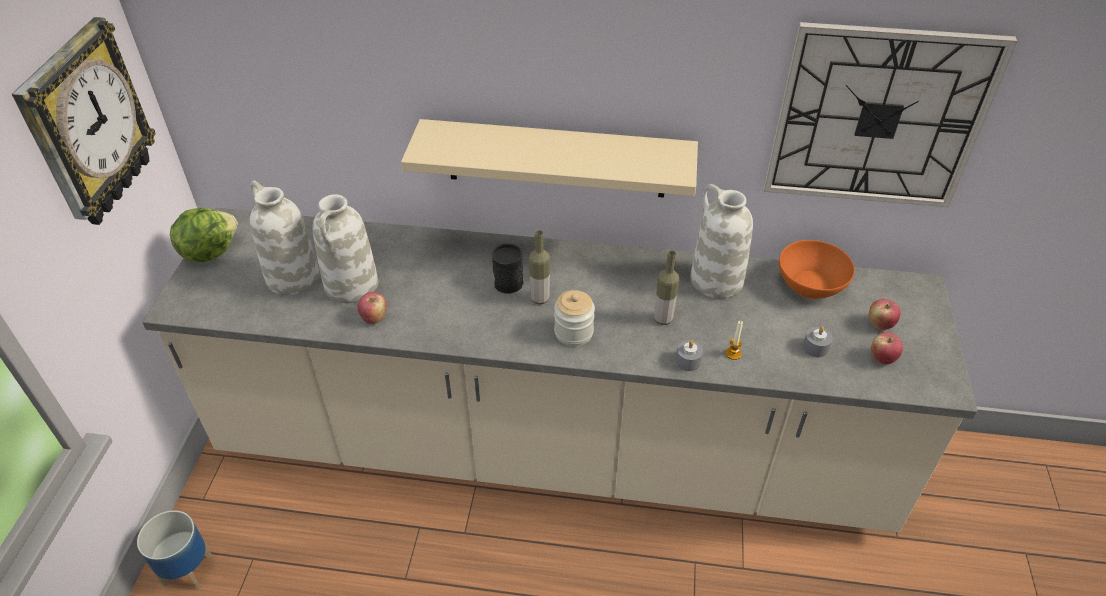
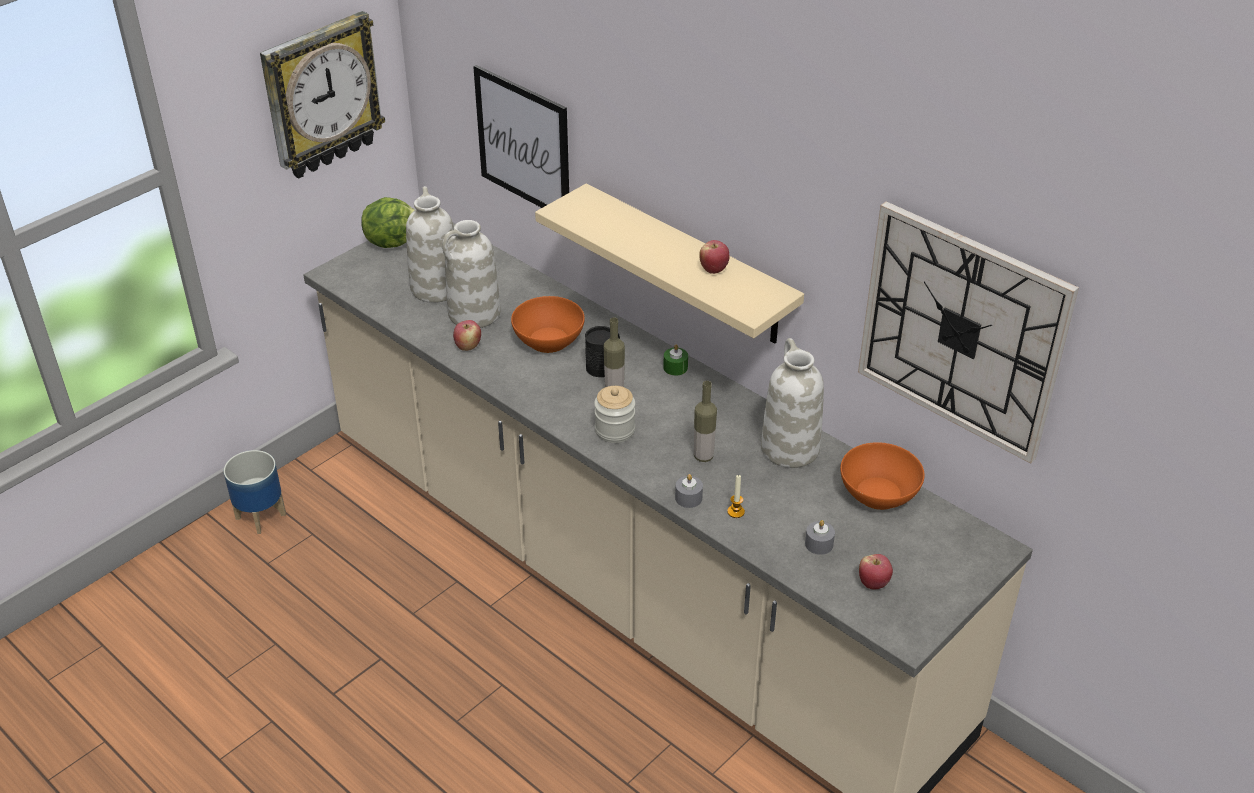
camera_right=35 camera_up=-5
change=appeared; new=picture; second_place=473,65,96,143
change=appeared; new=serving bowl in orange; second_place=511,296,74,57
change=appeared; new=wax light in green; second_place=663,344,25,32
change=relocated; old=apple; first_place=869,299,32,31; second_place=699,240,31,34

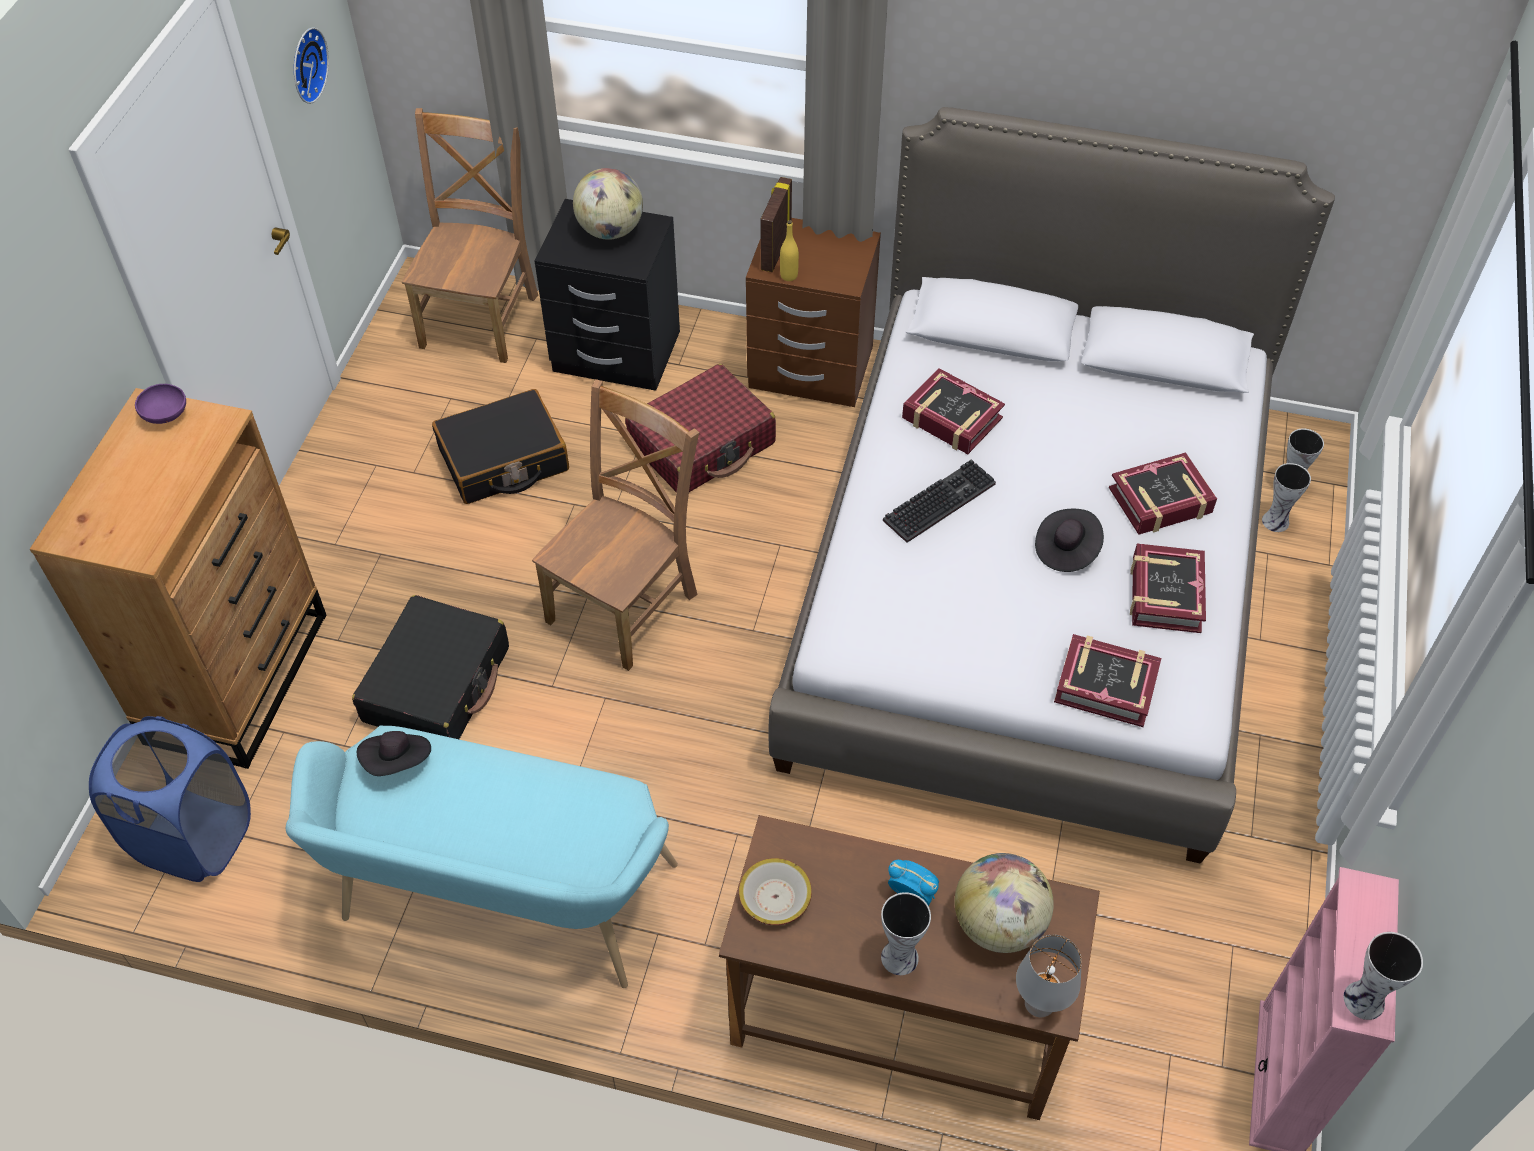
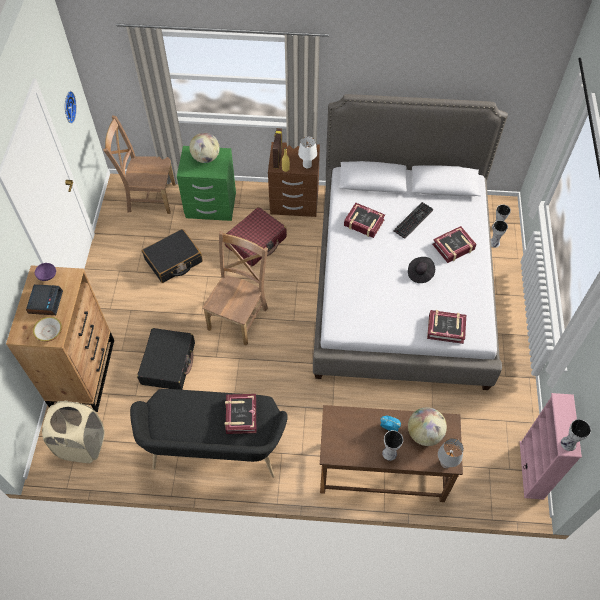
camera_right=-10 camera_up=5
change=appeared; new=bedside clock; second_place=26,284,37,31
change=relocated; old=serving bowl; first_place=739,858,73,67; second_place=33,316,29,26
change=colour; old=hamper in blue-coloured; new=hamper in beige; first_place=89,716,162,166; second_place=42,400,63,63
change=spun; old=plain chair in brown; first_place=402,108,136,255; second_place=103,115,73,99; degrees=-90
change=colour; old=long seat in turquoise; new=long seat in black-coloured; first_place=286,725,392,263; second_place=130,389,158,89
change=colour; old=nightstand in black-coloured; new=nightstand in green; first_place=535,199,145,192; second_place=177,146,59,75
change=relocated; old=book; first_place=1130,543,76,90; second_place=225,394,32,40
change=appeared; new=table lamp in white-coloured; second_place=298,136,19,33
change=relocated; old=keyboard; first_place=883,459,113,84; second_place=393,202,40,37
change=missing; old=clothing hat in black-coloured; first_place=357,731,74,45

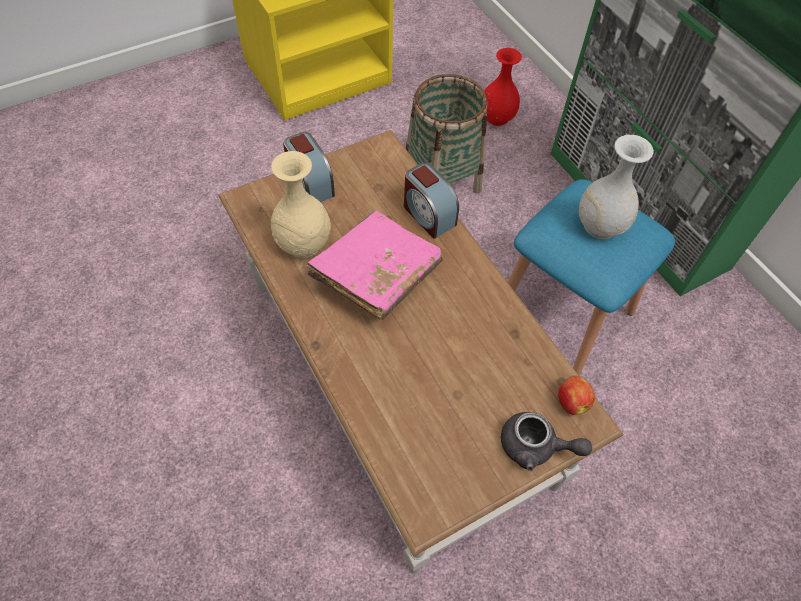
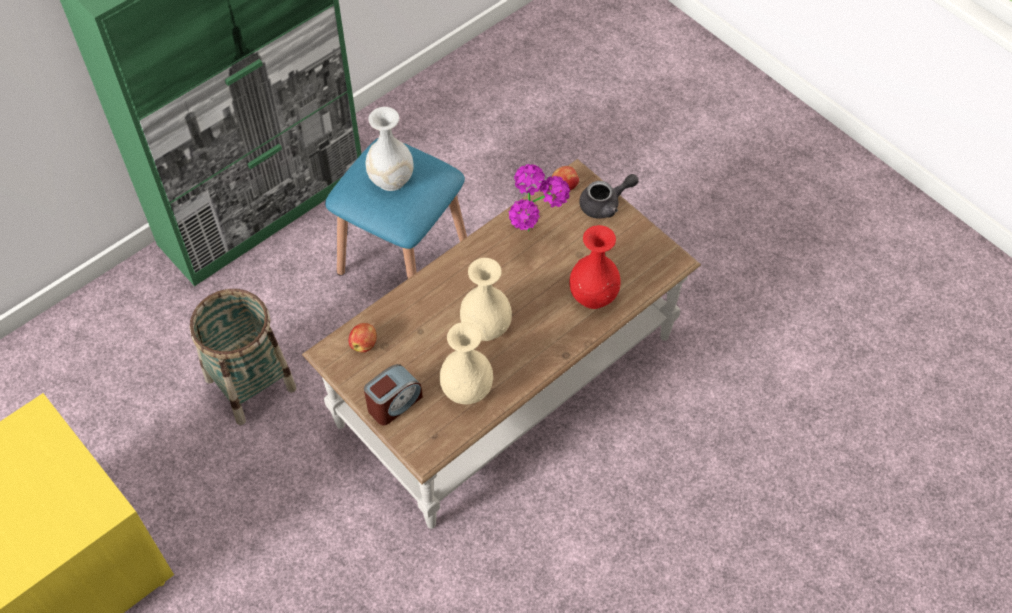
camera_right=-100 camera_up=0
change=appeared; new=apple; second_place=349,323,28,29
change=exchanged; old=book in pinkish; new=decorative vase in beige; first_place=306,211,137,109; second_place=460,258,52,83
change=appeared; new=potted plant; second_place=509,164,61,67
change=relocated; old=decorative vase in red-coloured; first_place=484,48,38,78; second_place=569,225,52,84
change=spun; old=tea pot in grey; first_place=501,412,91,59; second_place=579,174,60,45; degrees=60
change=missing; old=bedside clock; first_place=404,163,55,76

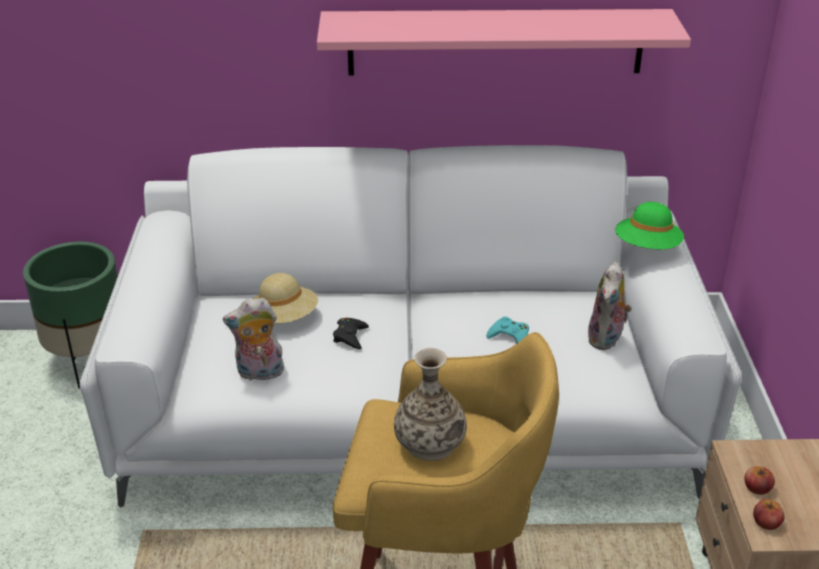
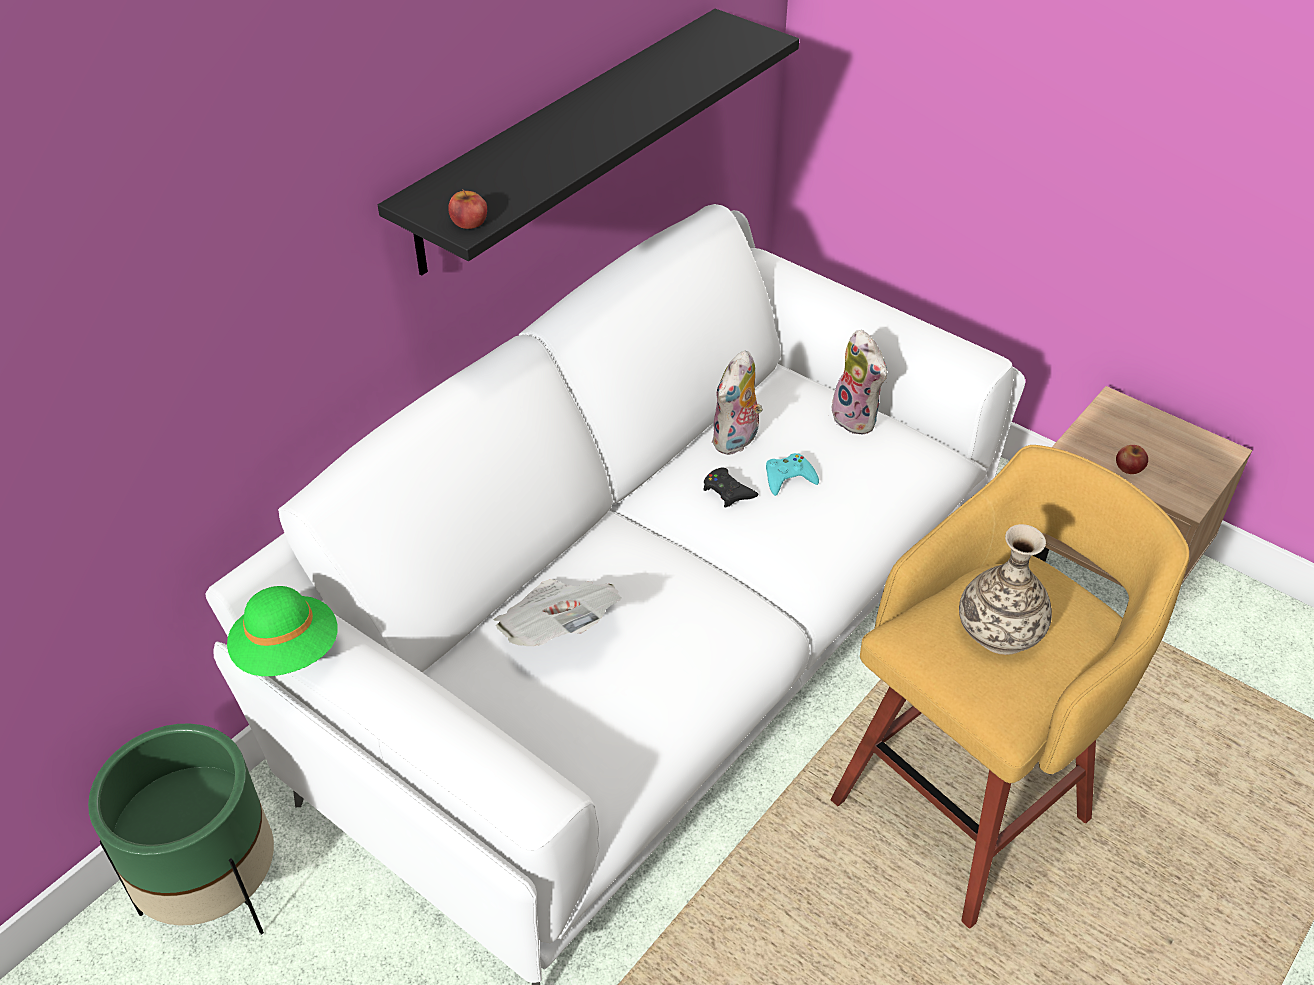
camera_right=-50 camera_up=10
change=relocated; old=clothing hat in green; first_place=615,202,69,47; second_place=227,586,111,90
change=colour; old=wall shelf in pinkish; new=wall shelf in black-coloured; first_place=317,9,374,66; second_place=378,9,421,267
change=relocated; old=apple; first_place=753,499,32,31; second_place=448,189,39,40
change=exchanged; old=clothing hat in beige; new=newspaper; first_place=253,273,65,50; second_place=494,579,128,67
change=relocated; old=gamepad in black-coloured; first_place=333,318,36,31; second_place=703,467,55,41
change=relocated; old=plush toy; first_place=223,298,63,83; second_place=711,350,52,105

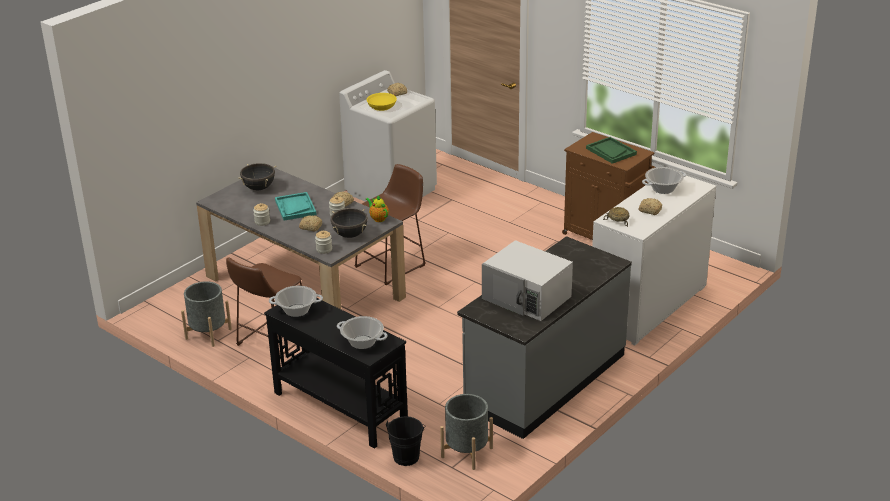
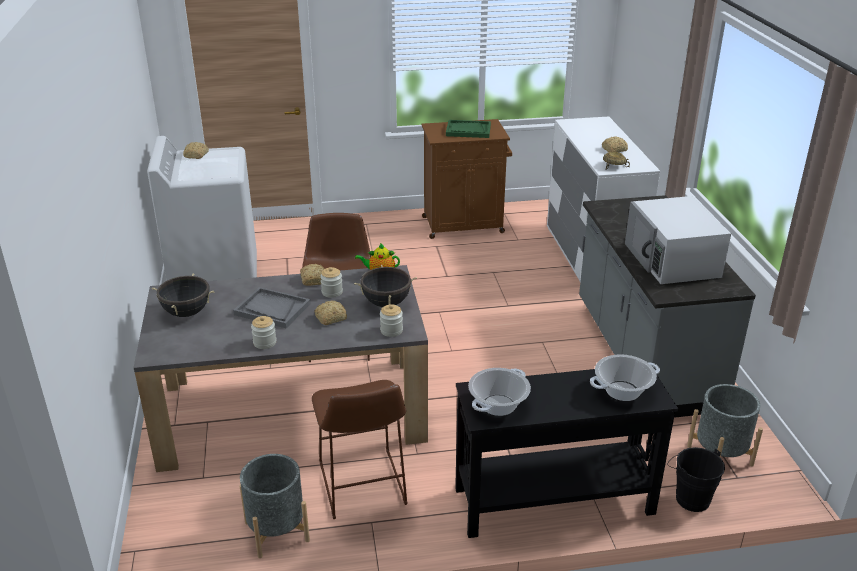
camera_right=-50 camera_up=0
change=colour; old=carrying tray in turquoise; new=carrying tray in grey; first_place=275,192,42,29; second_place=233,287,78,41
change=spun; old=microwave oven in white-coloured; first_place=482,240,91,81; second_place=625,196,106,88; degrees=90
change=missing; old=serving bowl in yellowish; first_place=366,93,31,18
change=missing; old=cooking pot; first_place=642,167,44,27

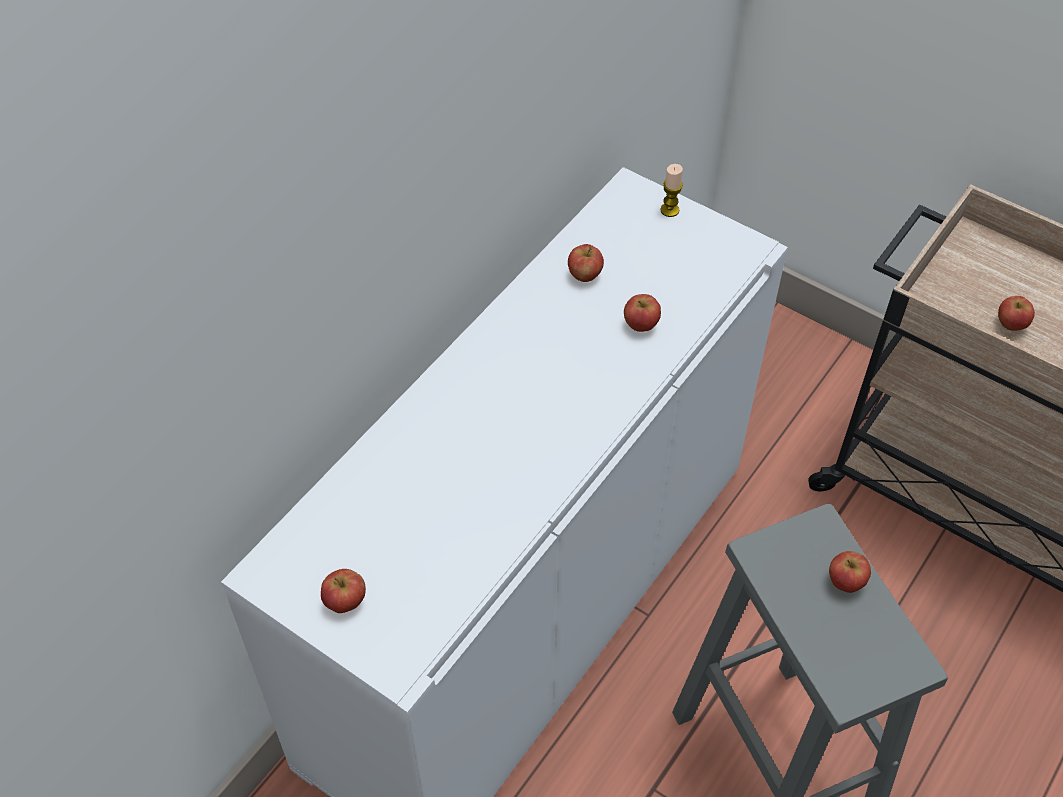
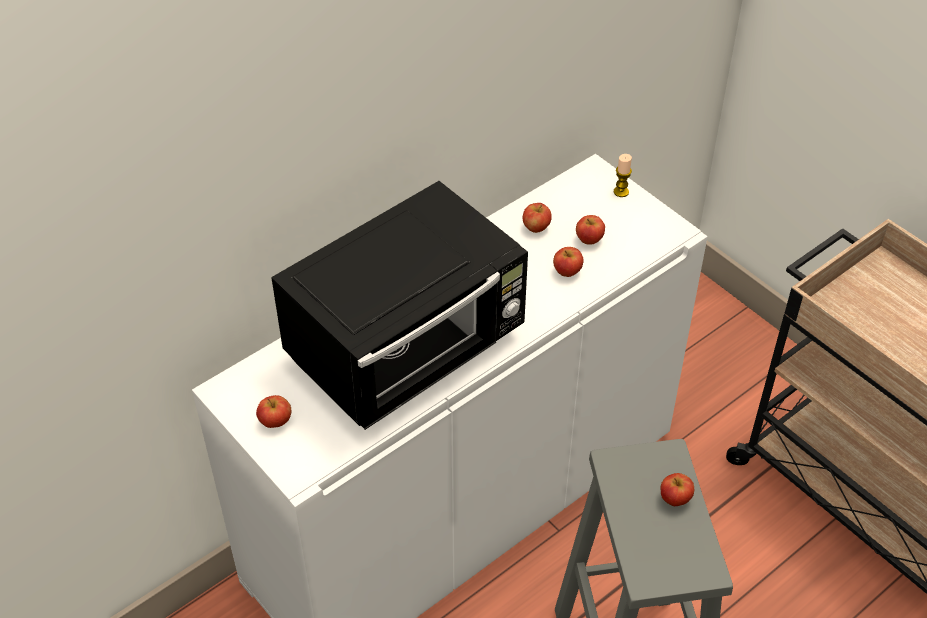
camera_right=15 camera_up=-5
change=appeared; new=microwave oven in black-coloured; second_place=271,181,257,249
change=relocated; old=apple; first_place=998,296,37,35; second_place=576,215,29,30

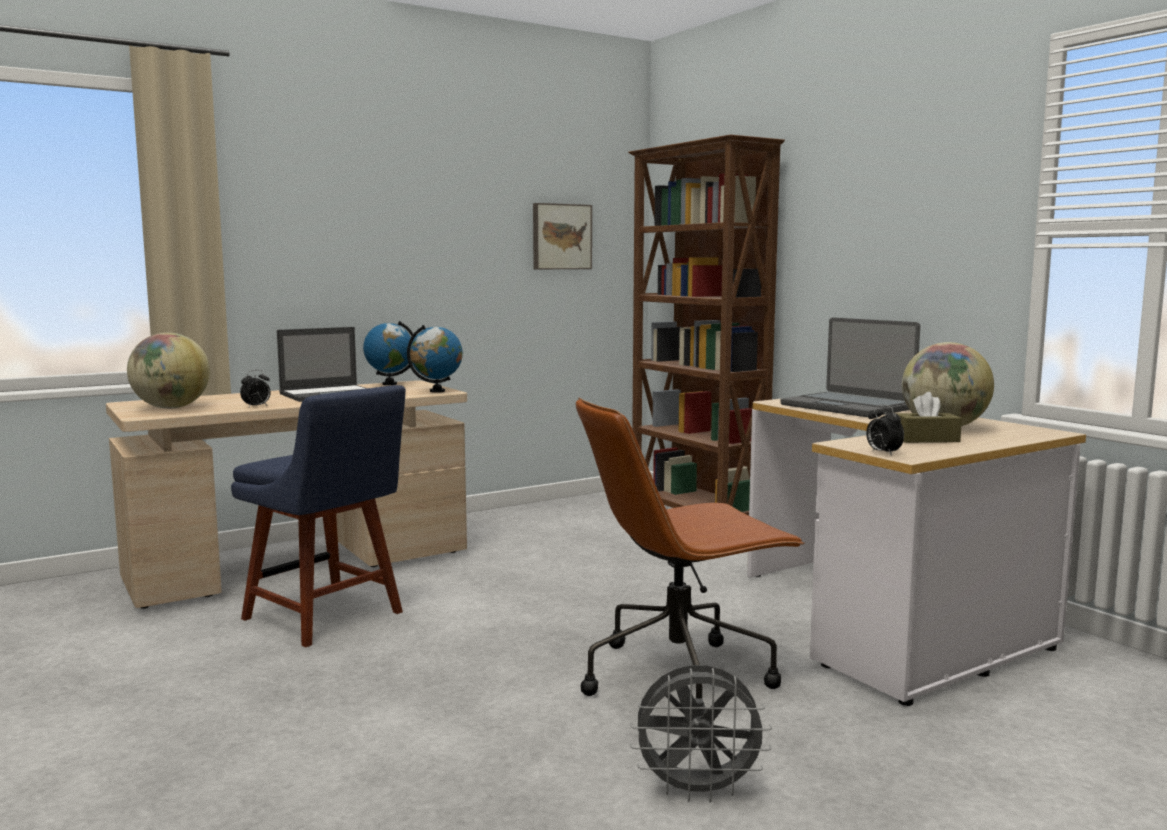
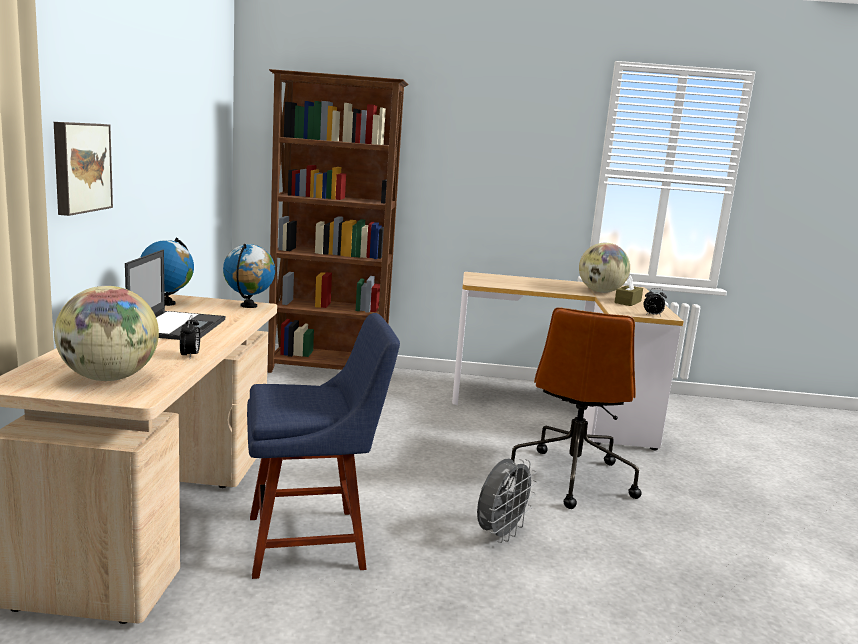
camera_right=-55 camera_up=5
change=relocated; old=picture; first_place=533,203,59,66; second_place=54,122,59,94
change=relocated; old=fan in grey; first_place=630,665,142,138; second_place=477,459,60,84
change=missing; old=portable computer; first_place=781,318,139,99

